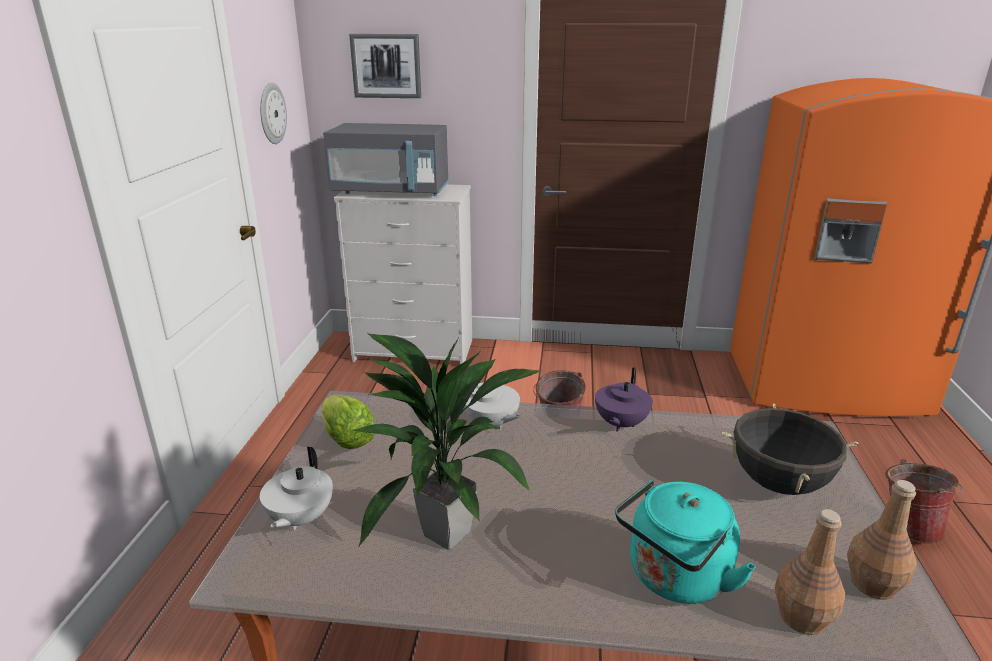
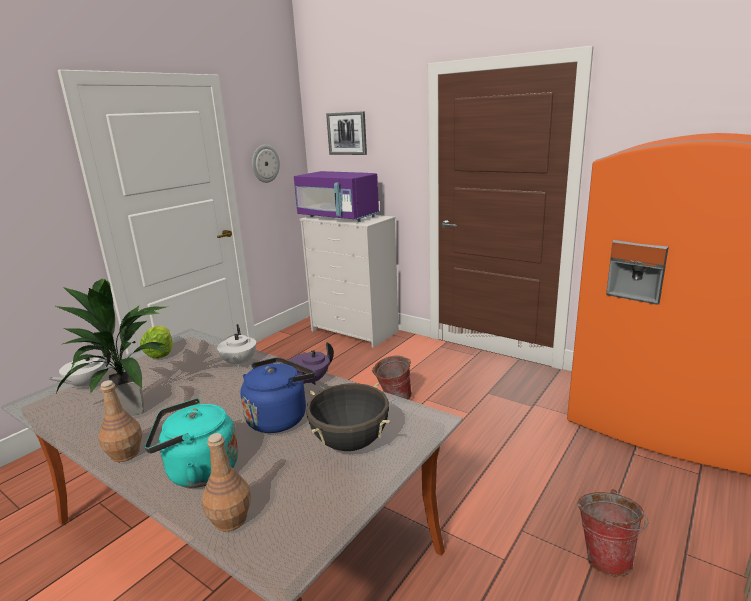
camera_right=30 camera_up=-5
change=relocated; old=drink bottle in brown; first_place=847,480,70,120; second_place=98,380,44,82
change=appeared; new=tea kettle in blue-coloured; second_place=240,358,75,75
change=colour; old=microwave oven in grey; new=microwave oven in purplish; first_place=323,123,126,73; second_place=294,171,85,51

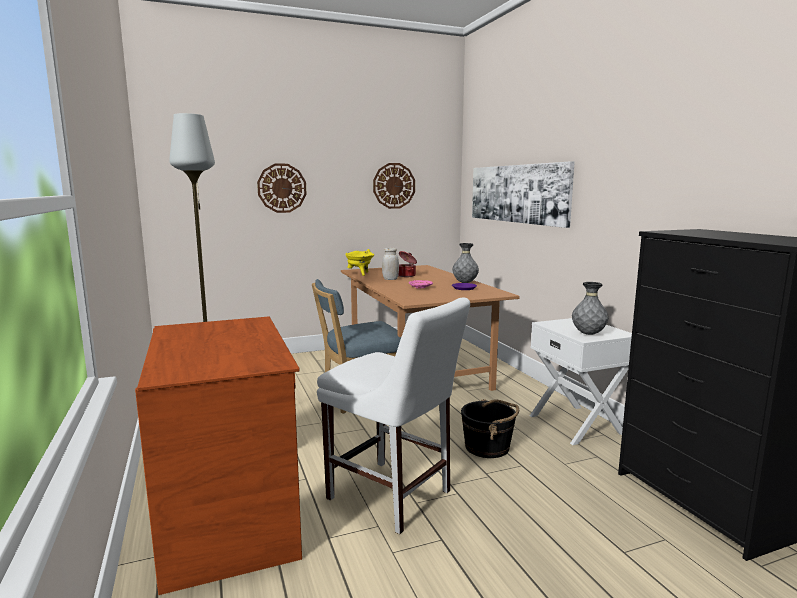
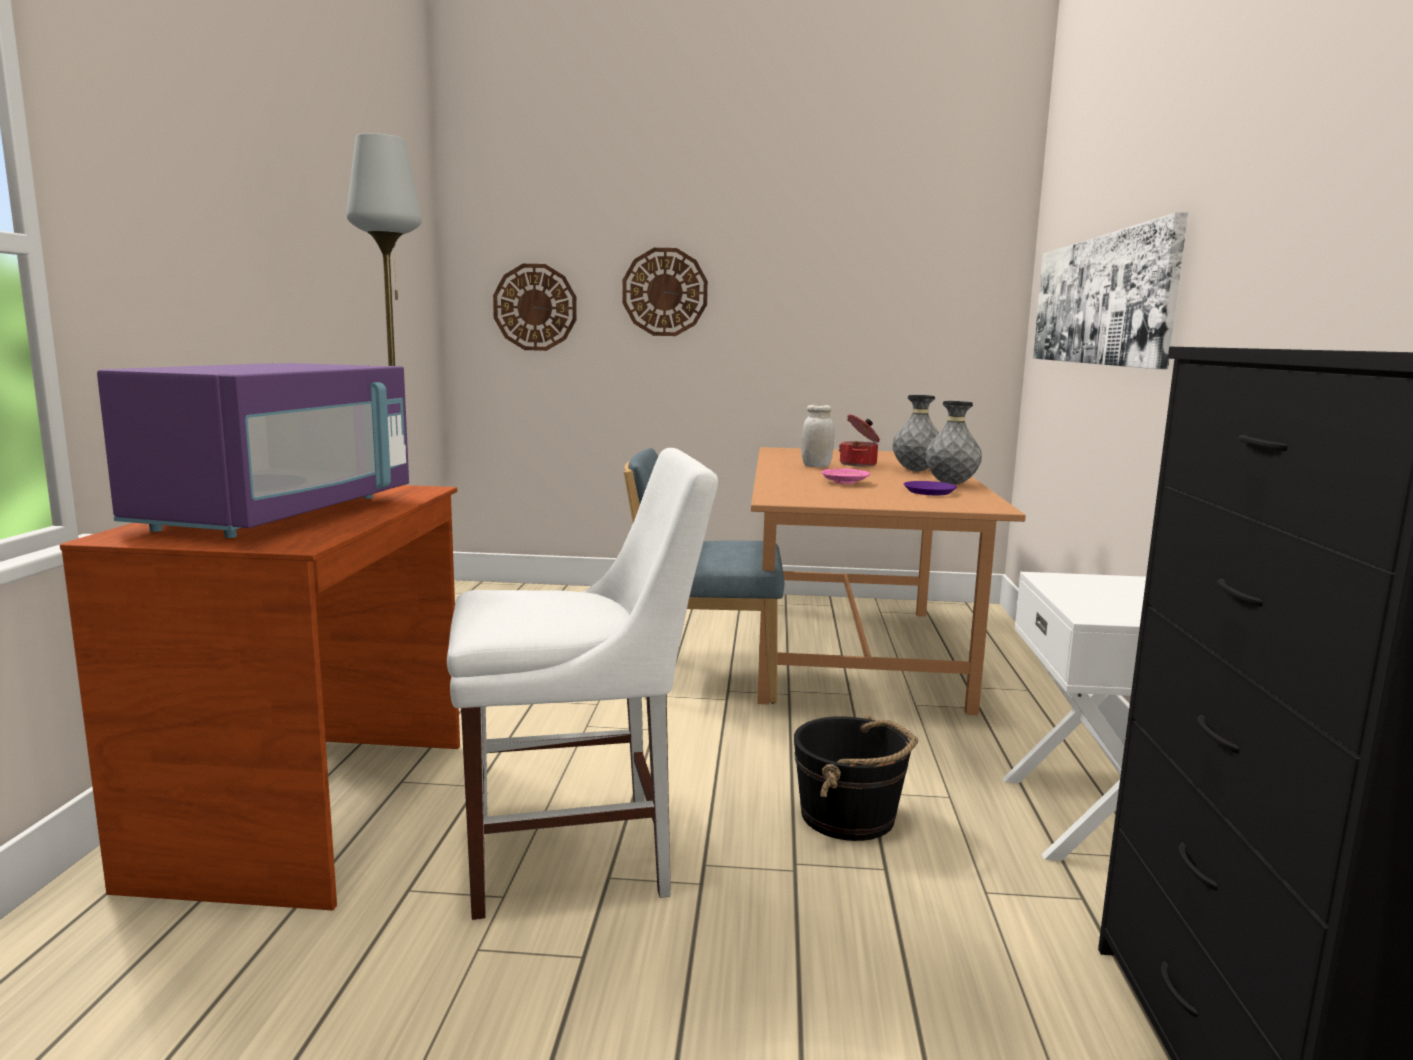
camera_right=25 camera_up=0
change=appeared; new=microwave oven in purplish; second_place=97,363,312,175
change=spun; old=plain chair in white-coloured; first_place=317,297,153,237; second_place=447,448,271,472; degrees=-75
change=relocated; old=hanging clock; first_place=373,163,42,46; second_place=493,264,84,87
change=relocated; old=decorative vase in grey; first_place=572,282,37,53; second_place=893,395,46,76
change=missing; old=cooking pot in yellowish; first_place=346,249,29,27

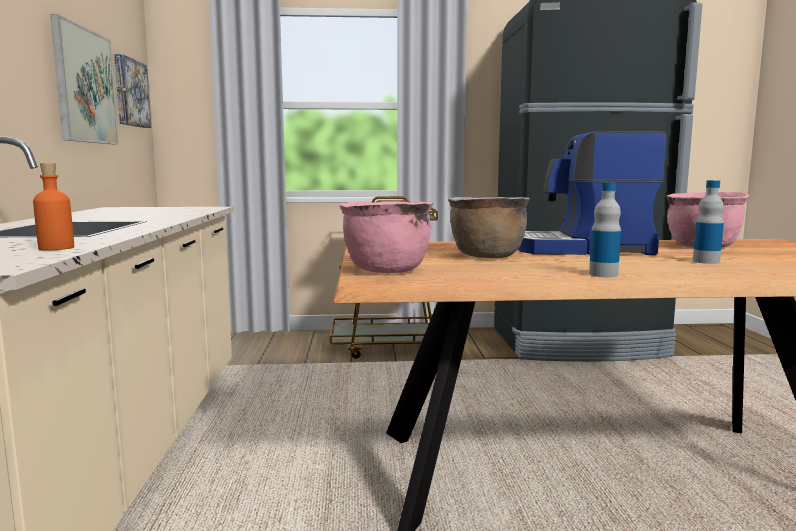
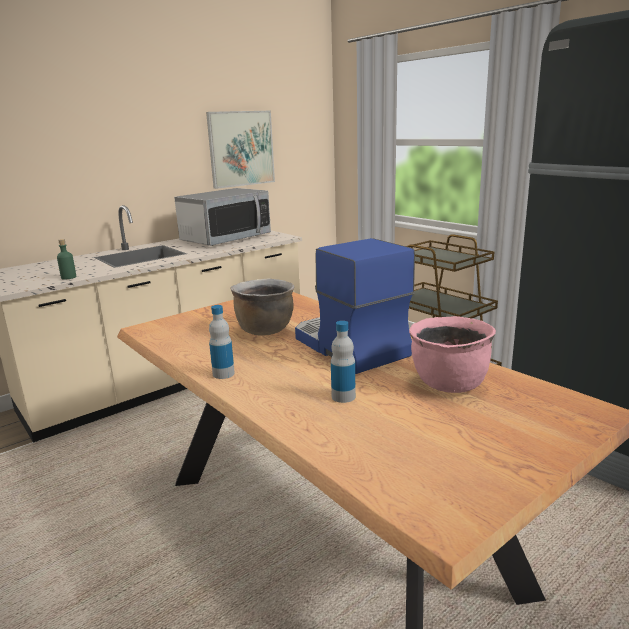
camera_right=55 camera_up=10
change=colour; old=drink bottle in orange; new=drink bottle in green; first_place=33,163,41,87; second_place=57,239,19,41
change=appeared; new=microwave oven; second_place=174,188,97,58
change=missing; old=picture; first_place=114,54,37,74
change=missing; old=cooking pot in pinkish; first_place=339,201,94,72

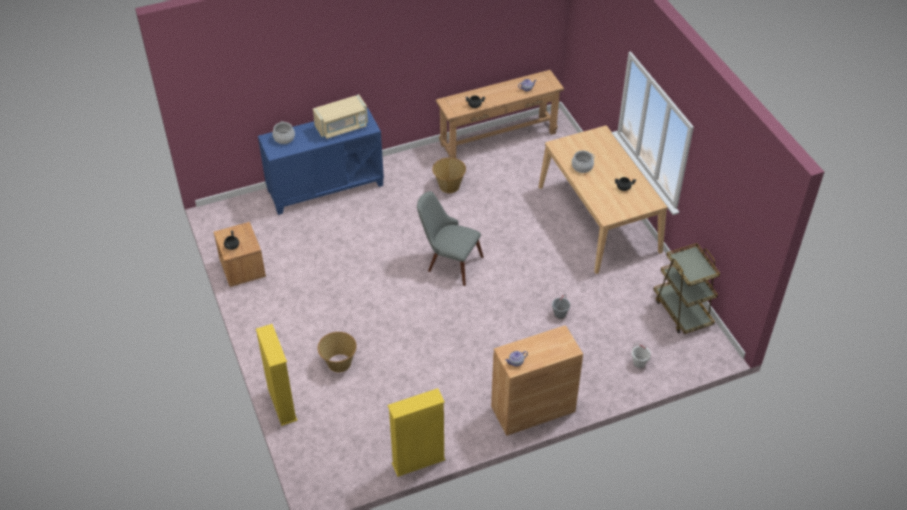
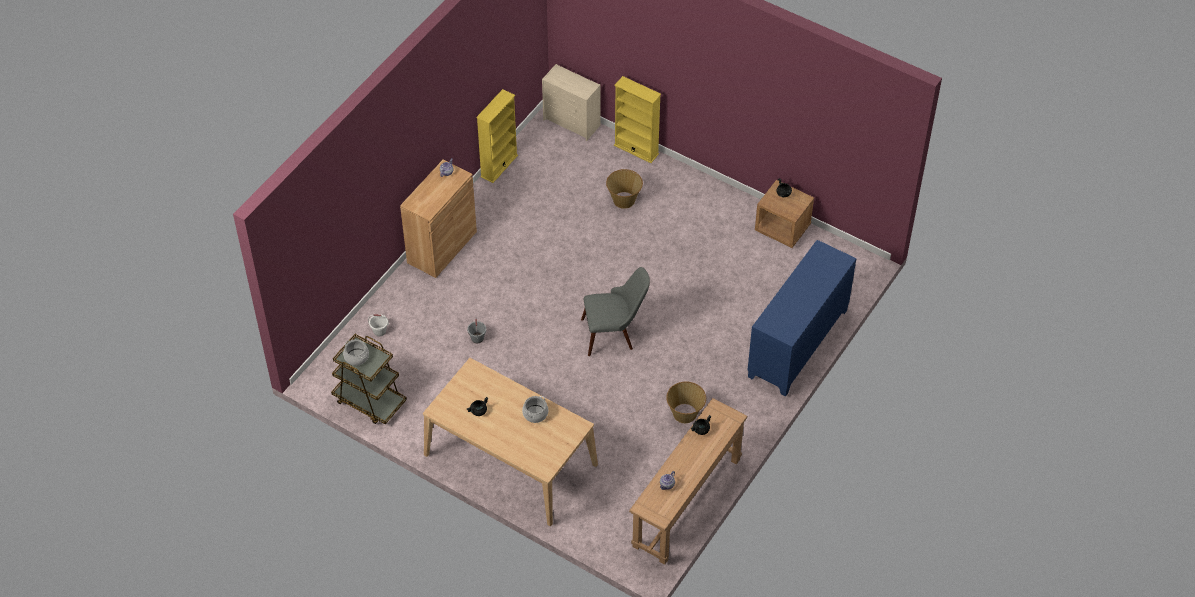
camera_right=145 camera_up=5
change=relocated; old=cooking pot; first_place=273,121,22,23; second_place=343,339,26,27
change=appeared; new=dresser in beige; second_place=542,64,59,77
change=missing; old=microwave oven in beige; first_place=313,94,55,45

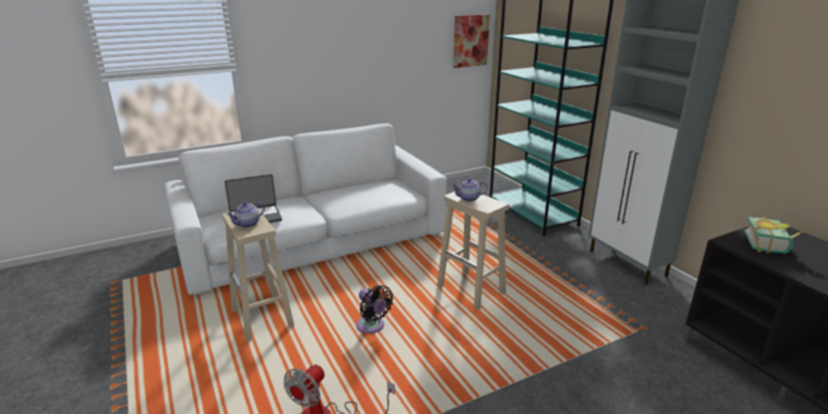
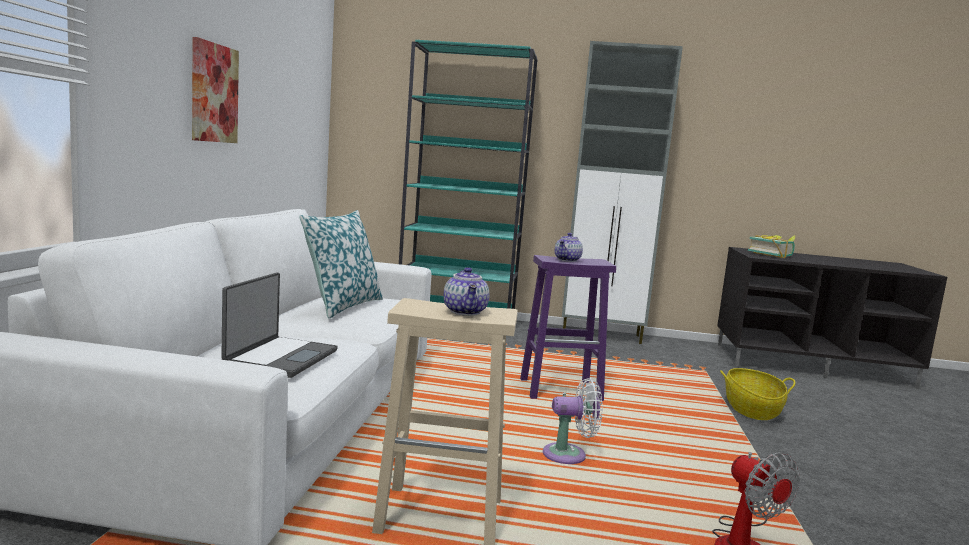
camera_right=-55 camera_up=-15
change=relocated; old=picture; first_place=453,14,37,54; second_place=192,37,47,106
change=appeared; new=throw pillow; second_place=299,210,84,109
change=colour; old=stool seat in beige; new=stool seat in purplish; first_place=437,191,73,119; second_place=520,255,96,146
change=colour; old=fan in black-coloured; new=fan in white-coloured; first_place=356,285,37,49; second_place=543,378,60,86
change=appeared; new=basket; second_place=720,368,76,52

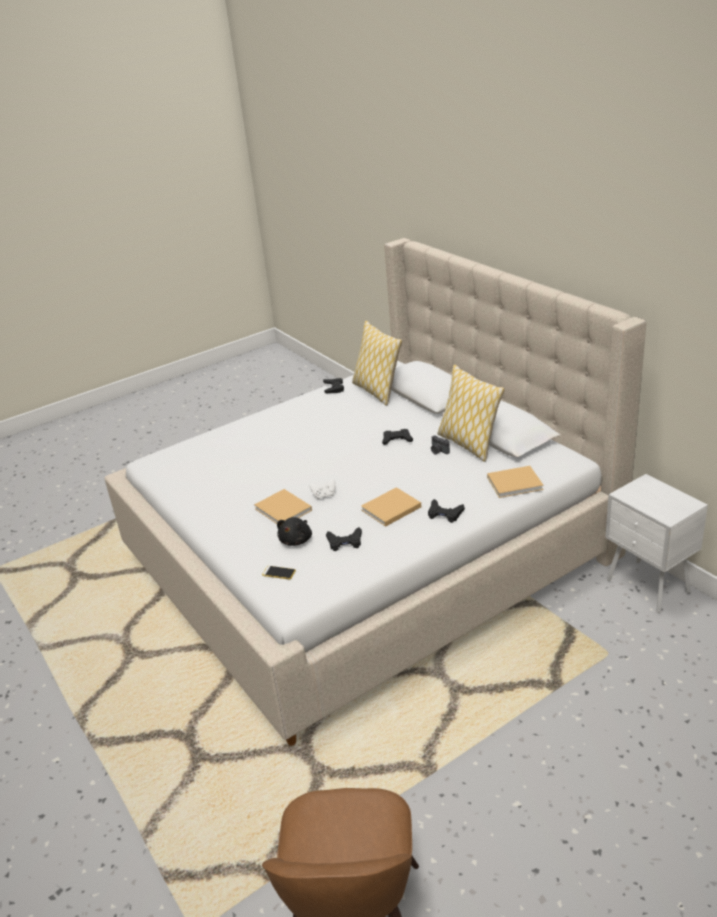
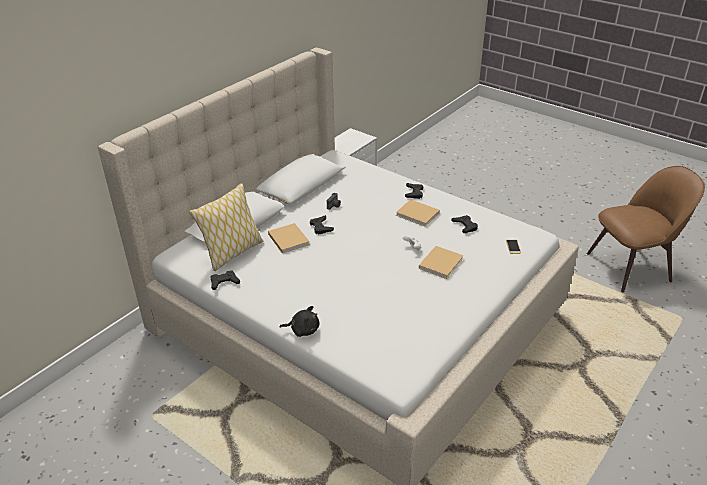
camera_right=-110 camera_up=5
change=relocated; old=book in beige; first_place=487,466,57,32; second_place=268,223,42,30
change=relocated; old=plush toy in black-coloured; first_place=277,517,35,29; second_place=279,306,40,31
change=missing; old=throw pillow; first_place=438,365,67,97

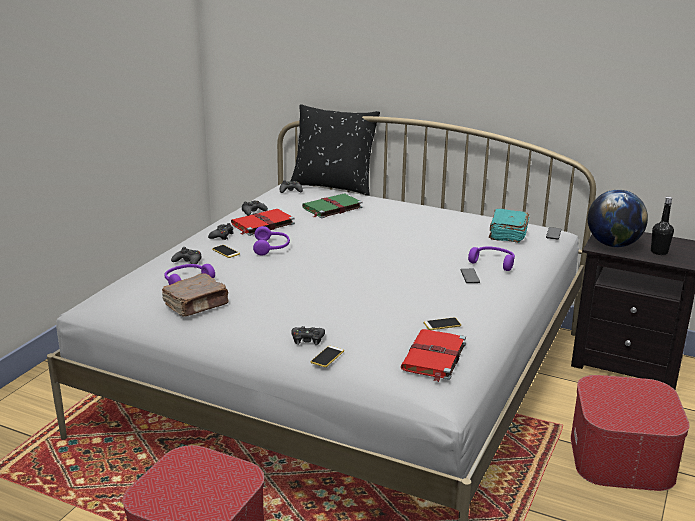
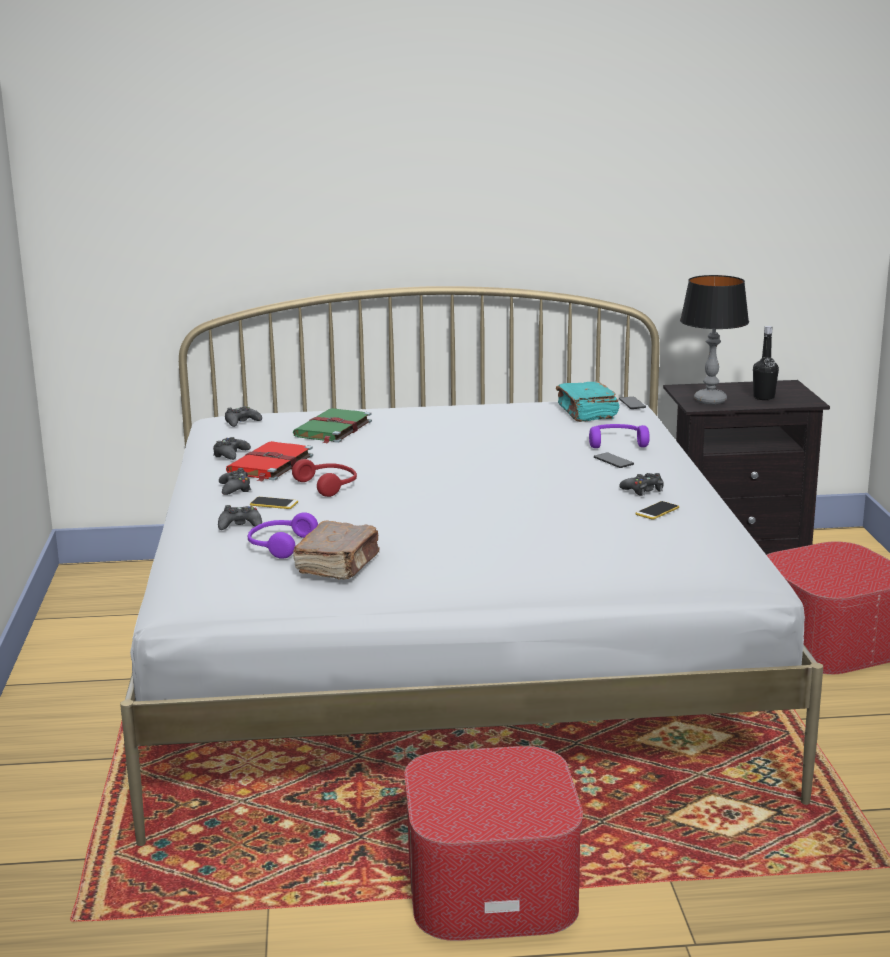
camera_right=-30 camera_up=-5
change=colour; old=pair of headphones in purplish; new=pair of headphones in red-coloured; first_place=253,226,37,30; second_place=292,459,65,38
change=relocated; old=gamepad in black-coloured; first_place=291,326,34,19; second_place=619,473,44,23
change=exchanged; old=globe; new=table lamp; first_place=588,190,60,57; second_place=680,275,69,130
change=missing; old=throw pillow in black-coloured; first_place=290,104,90,92
change=missing; old=telephone; first_place=311,346,33,21
change=missing; old=book in red-coloured; first_place=401,329,65,53

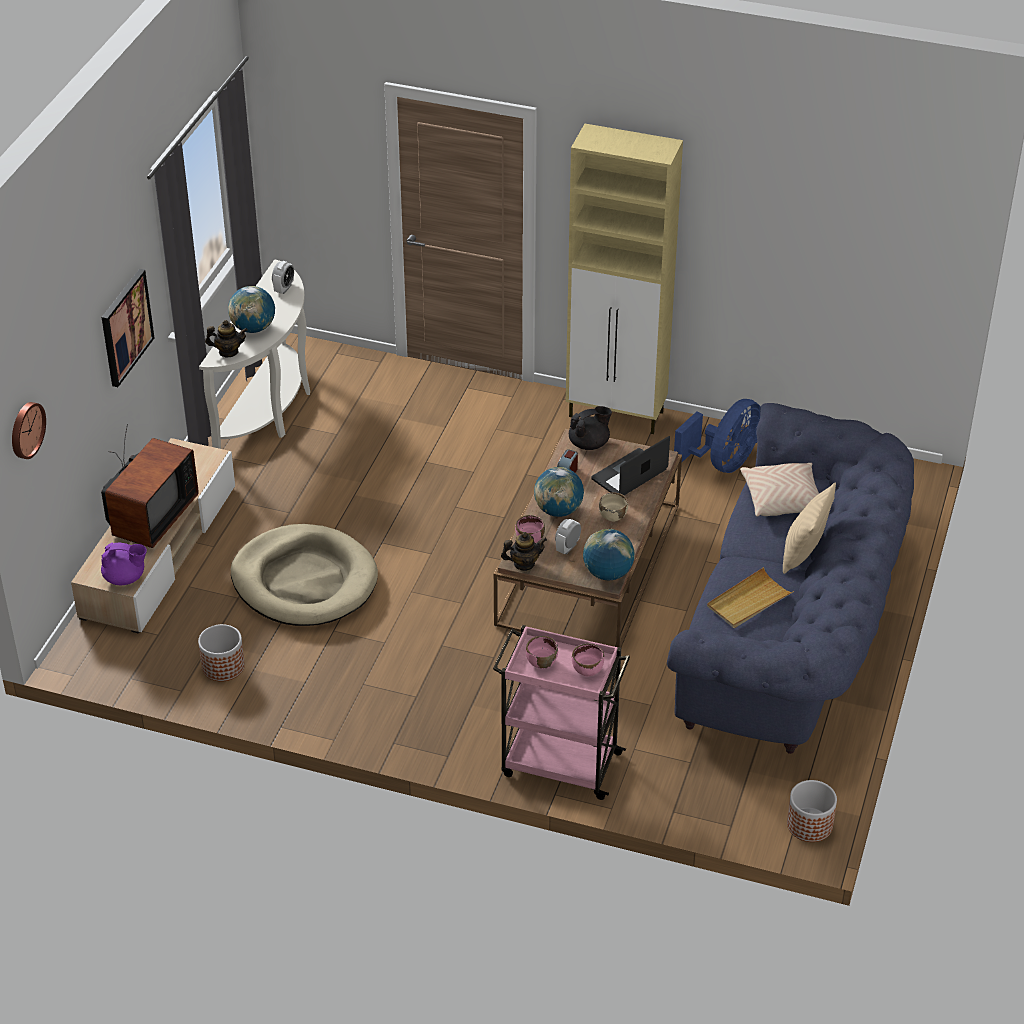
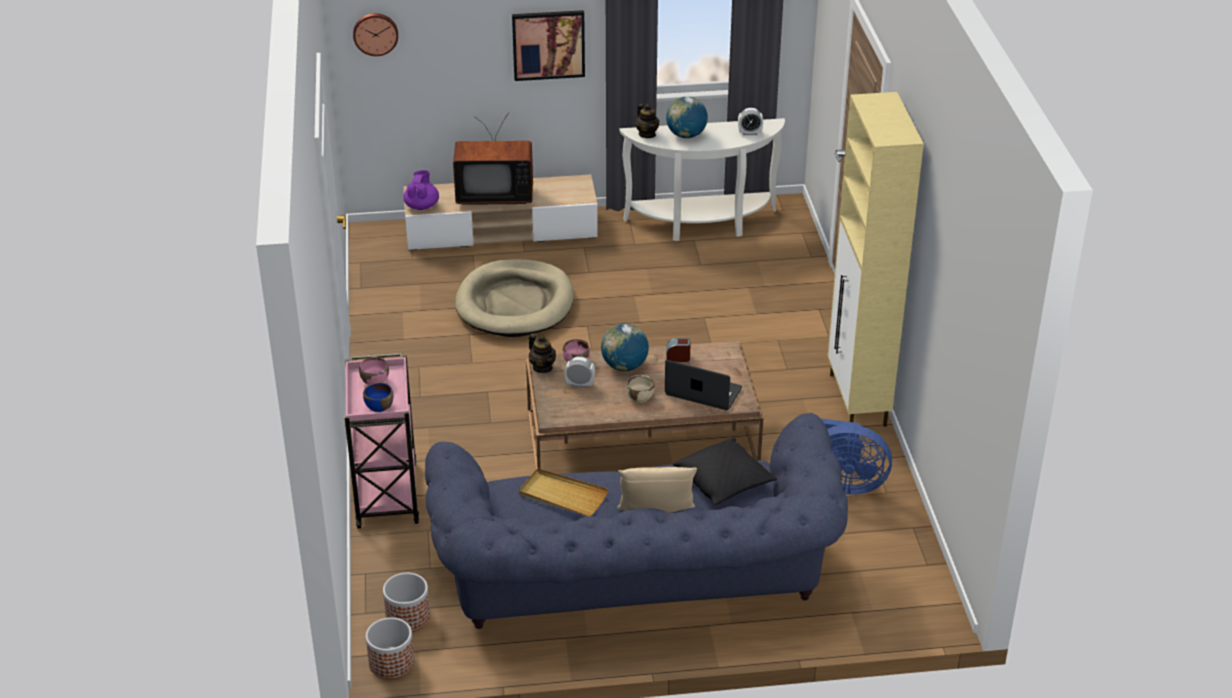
camera_right=65 camera_up=-5
change=colour; old=serving bowl in pinkish; new=serving bowl in blue-coloured; first_place=572,643,32,33; second_place=363,382,31,30
change=relocated; old=plant pot; first_place=198,624,47,58; second_place=383,573,47,59
change=spun; old=tea pot in purplish; first_place=101,542,46,43; second_place=404,170,35,40; degrees=-150
change=colour; old=throw pillow in beige; new=throw pillow in black-coloured; first_place=740,463,79,54; second_place=673,438,104,67
change=missing; old=tea pot in black-coloured; first_place=569,406,43,44
change=missing; old=globe; first_place=583,529,52,51

